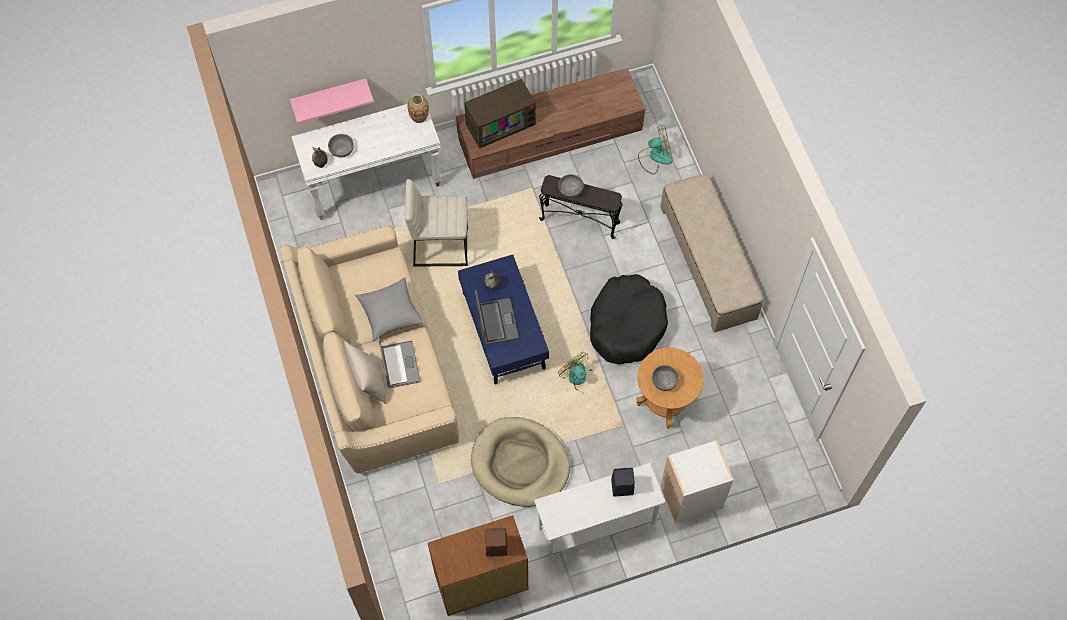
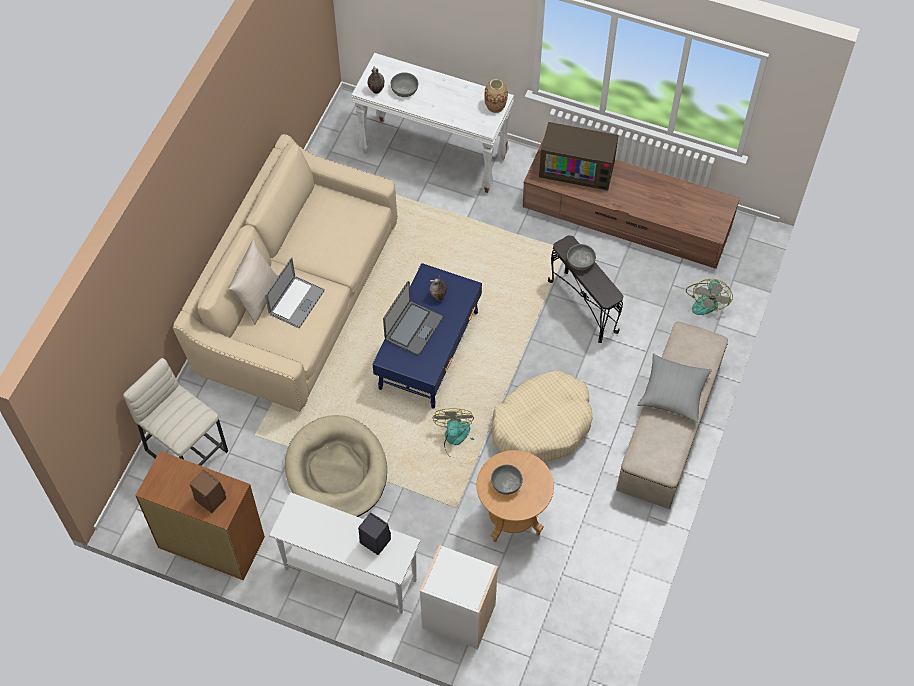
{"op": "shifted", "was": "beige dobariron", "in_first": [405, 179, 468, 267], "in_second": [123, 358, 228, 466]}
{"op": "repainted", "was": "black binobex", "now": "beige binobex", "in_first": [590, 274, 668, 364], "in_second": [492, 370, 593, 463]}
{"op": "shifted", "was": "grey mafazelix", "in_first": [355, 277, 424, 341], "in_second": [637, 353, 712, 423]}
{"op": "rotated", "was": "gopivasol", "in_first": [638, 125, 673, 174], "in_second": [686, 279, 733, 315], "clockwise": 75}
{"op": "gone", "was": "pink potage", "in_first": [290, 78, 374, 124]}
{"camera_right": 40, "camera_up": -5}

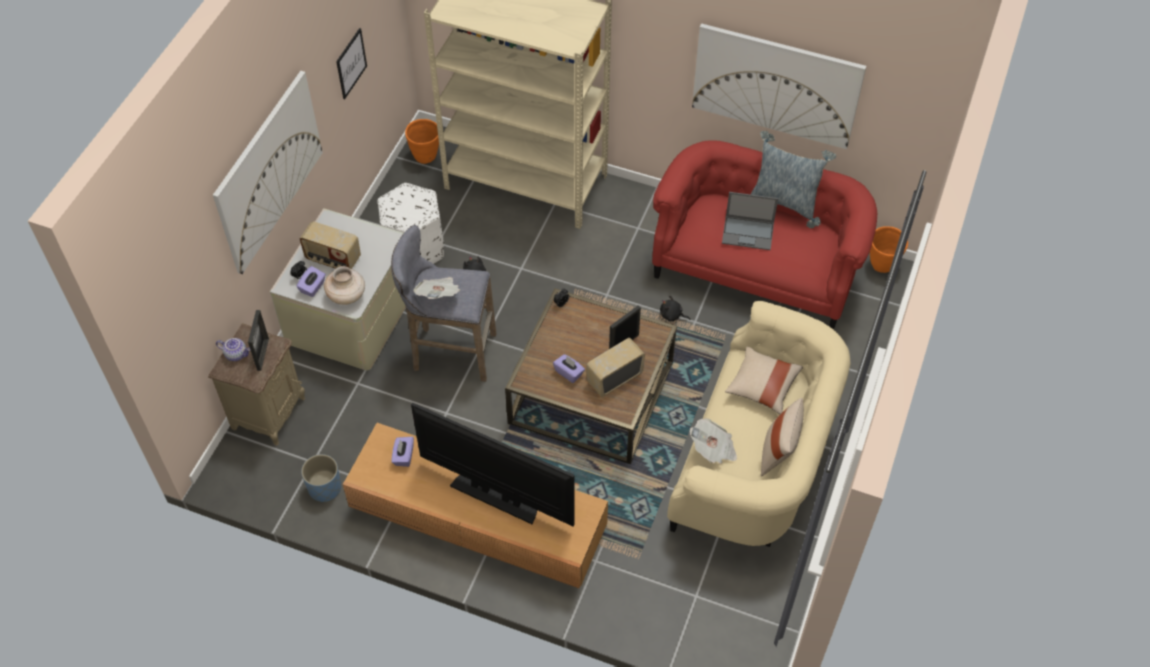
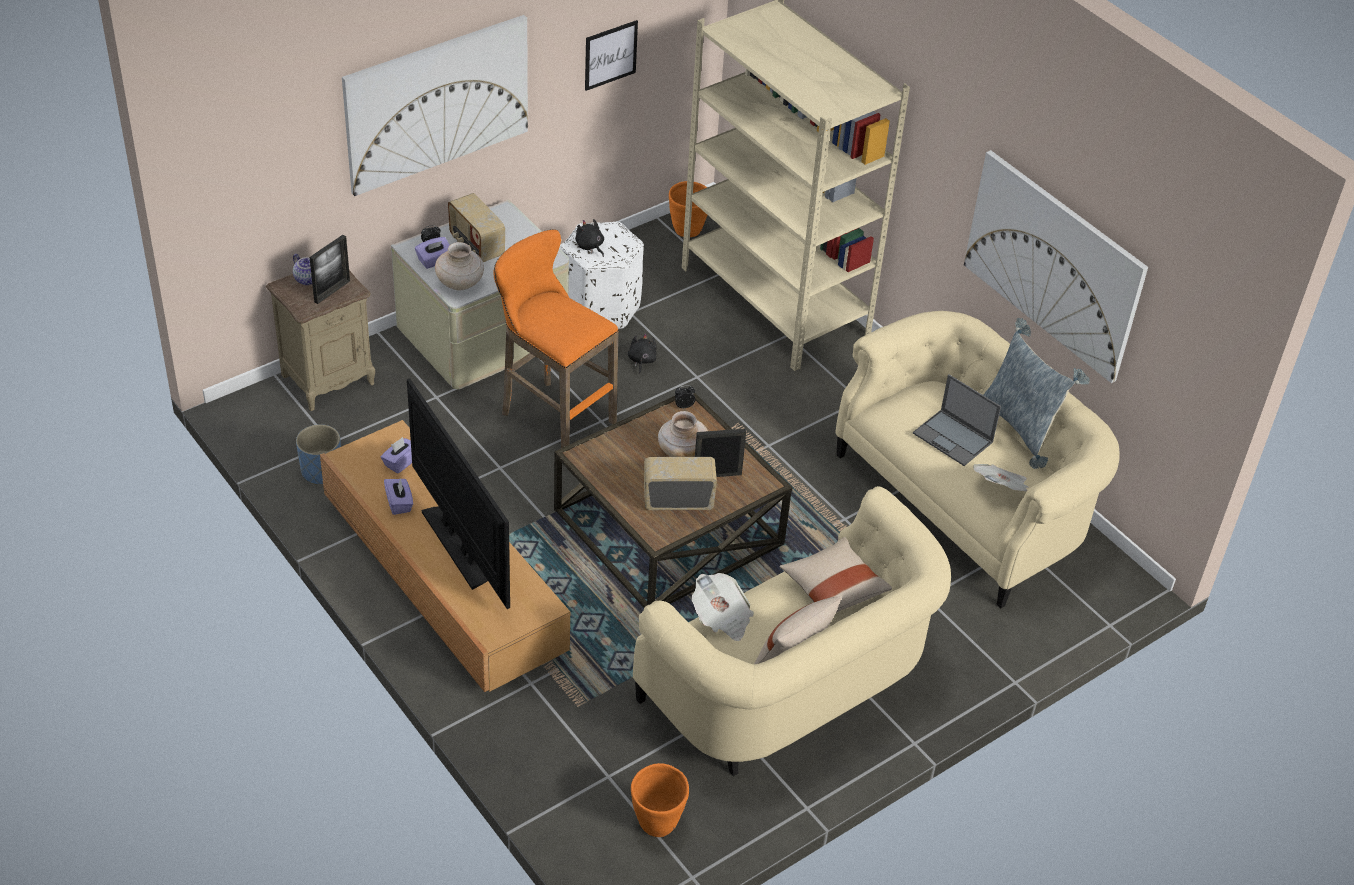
{"op": "shifted", "was": "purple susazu", "in_first": [553, 354, 585, 383], "in_second": [384, 479, 413, 515]}
{"op": "repainted", "was": "grey dobariron", "now": "orange dobariron", "in_first": [391, 225, 496, 382], "in_second": [493, 229, 619, 448]}
{"op": "shifted", "was": "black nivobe", "in_first": [660, 296, 690, 322], "in_second": [575, 219, 604, 257]}
{"op": "shifted", "was": "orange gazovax", "in_first": [870, 226, 908, 273], "in_second": [631, 763, 689, 837]}
{"op": "new", "now": "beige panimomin", "in_second": [658, 411, 708, 457]}
{"op": "repainted", "was": "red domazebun", "now": "beige domazebun", "in_first": [652, 141, 877, 330], "in_second": [835, 311, 1120, 608]}
{"op": "shifted", "was": "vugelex", "in_first": [413, 277, 460, 299], "in_second": [973, 464, 1028, 492]}
{"camera_right": 30, "camera_up": -10}

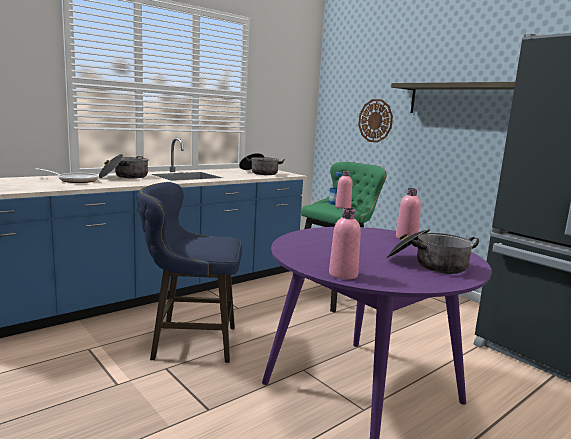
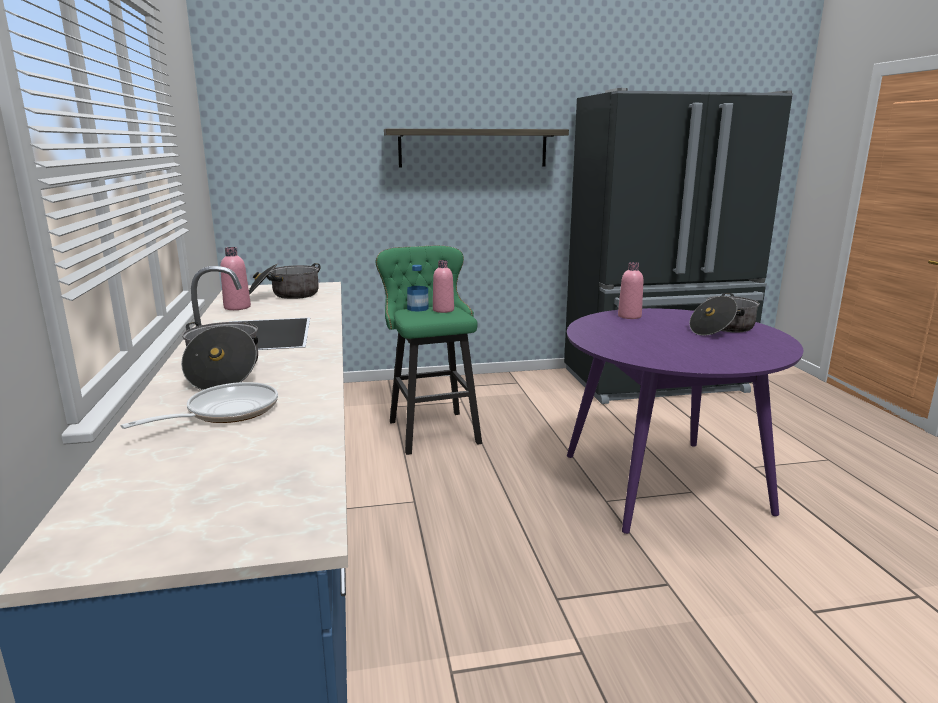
{"op": "shifted", "was": "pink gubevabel", "in_first": [329, 208, 361, 280], "in_second": [220, 247, 251, 310]}
{"op": "gone", "was": "blue dobariron", "in_first": [137, 182, 242, 363]}
{"op": "gone", "was": "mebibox", "in_first": [358, 99, 393, 143]}
{"camera_right": -60, "camera_up": 5}

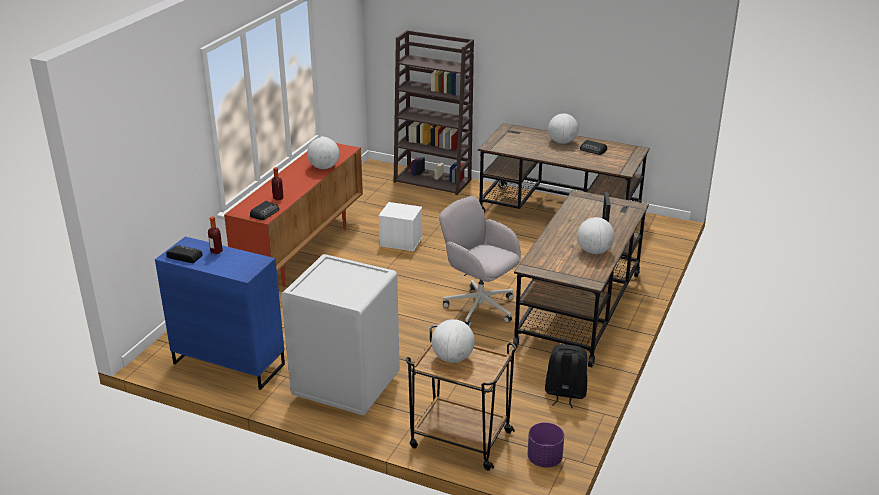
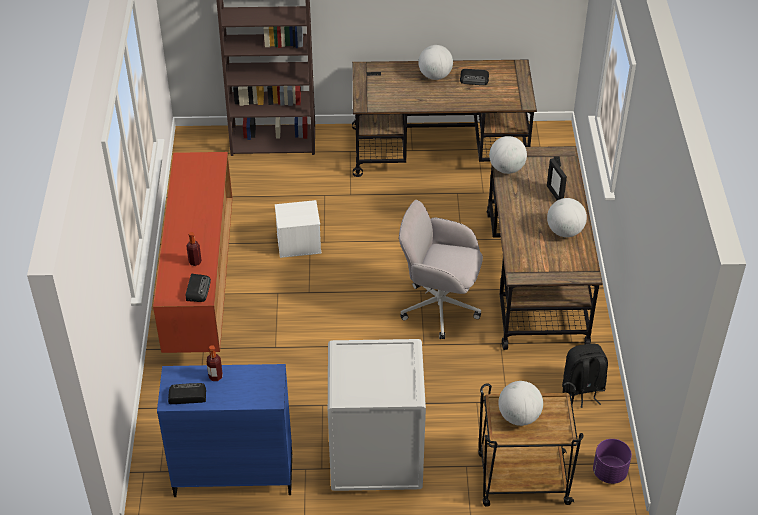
{"op": "shifted", "was": "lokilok", "in_first": [307, 137, 339, 169], "in_second": [489, 136, 527, 174]}
{"camera_right": -25, "camera_up": 15}

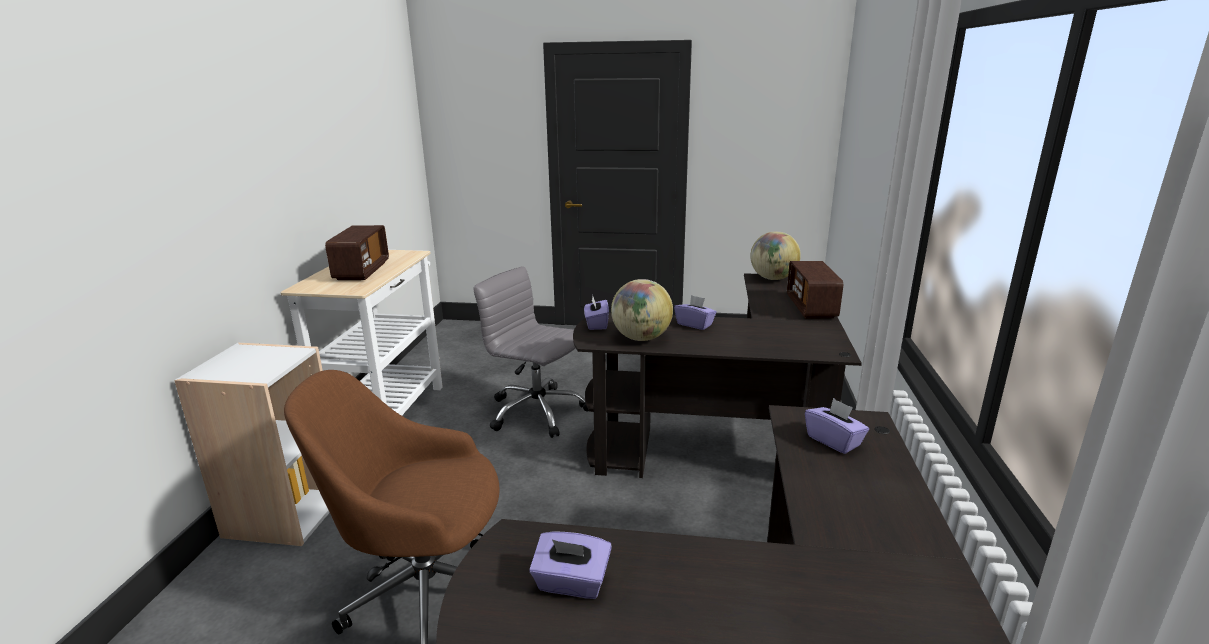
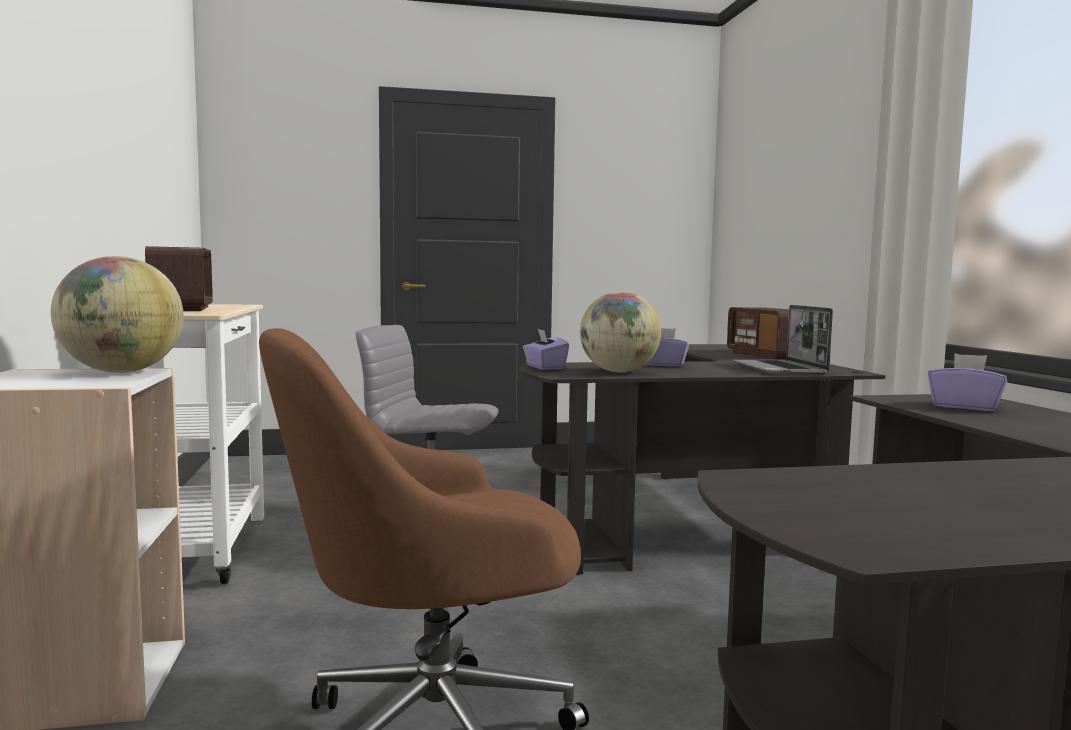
{"op": "shifted", "was": "lokilok", "in_first": [750, 231, 801, 280], "in_second": [51, 256, 184, 373]}
{"op": "new", "now": "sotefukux", "in_second": [733, 305, 833, 375]}
{"op": "gone", "was": "purple susazu", "in_first": [529, 531, 612, 599]}
{"camera_right": -20, "camera_up": -15}

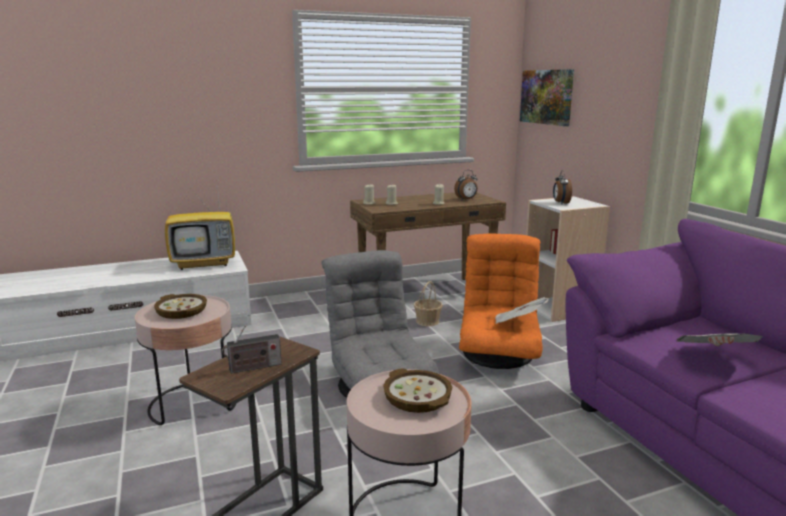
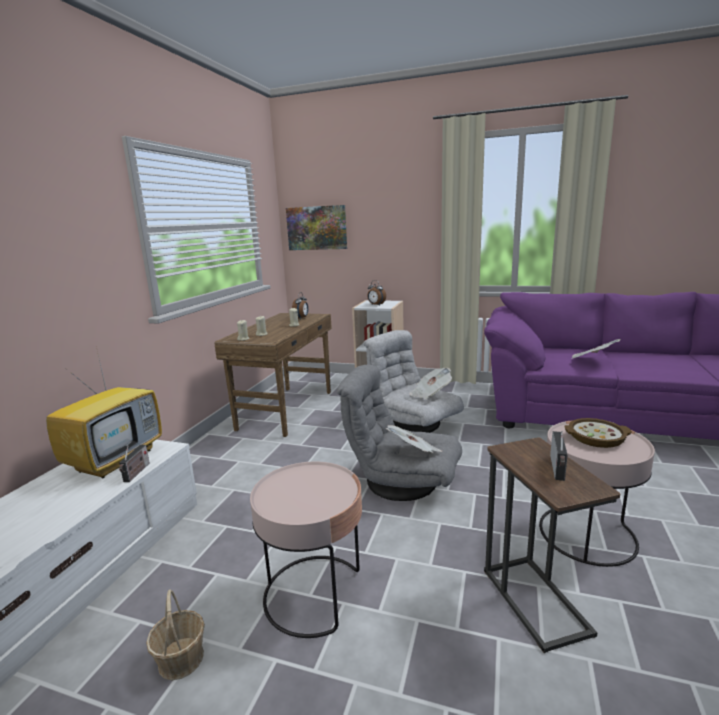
{"op": "new", "now": "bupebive", "in_second": [119, 445, 150, 482]}
{"op": "shifted", "was": "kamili", "in_first": [414, 281, 443, 326], "in_second": [146, 589, 205, 680]}
{"op": "repainted", "was": "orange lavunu", "now": "grey lavunu", "in_first": [459, 234, 543, 369], "in_second": [363, 330, 464, 433]}
{"op": "new", "now": "vugelex", "in_second": [385, 425, 442, 453]}
{"op": "gone", "was": "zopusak", "in_first": [154, 294, 207, 319]}
{"camera_right": -50, "camera_up": 0}

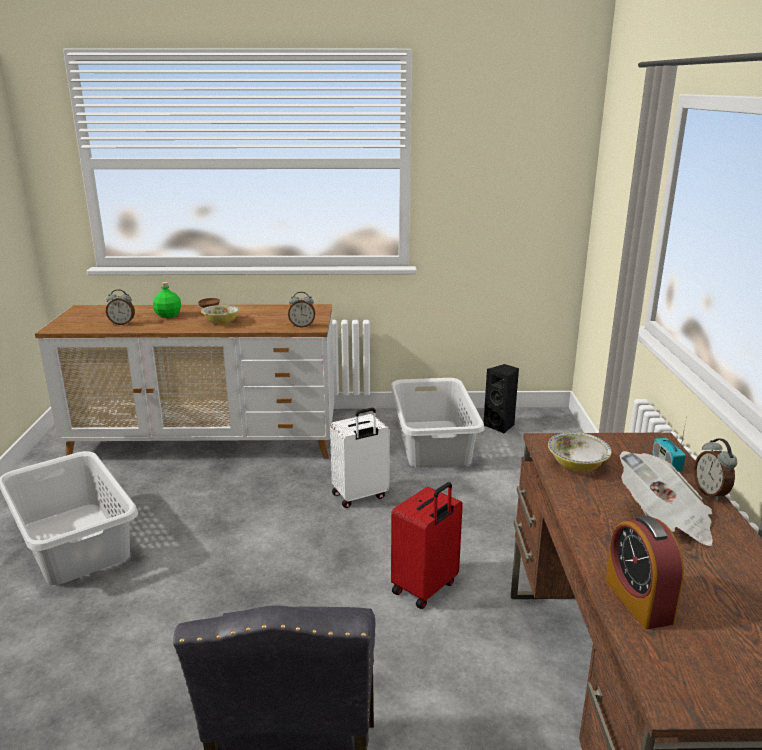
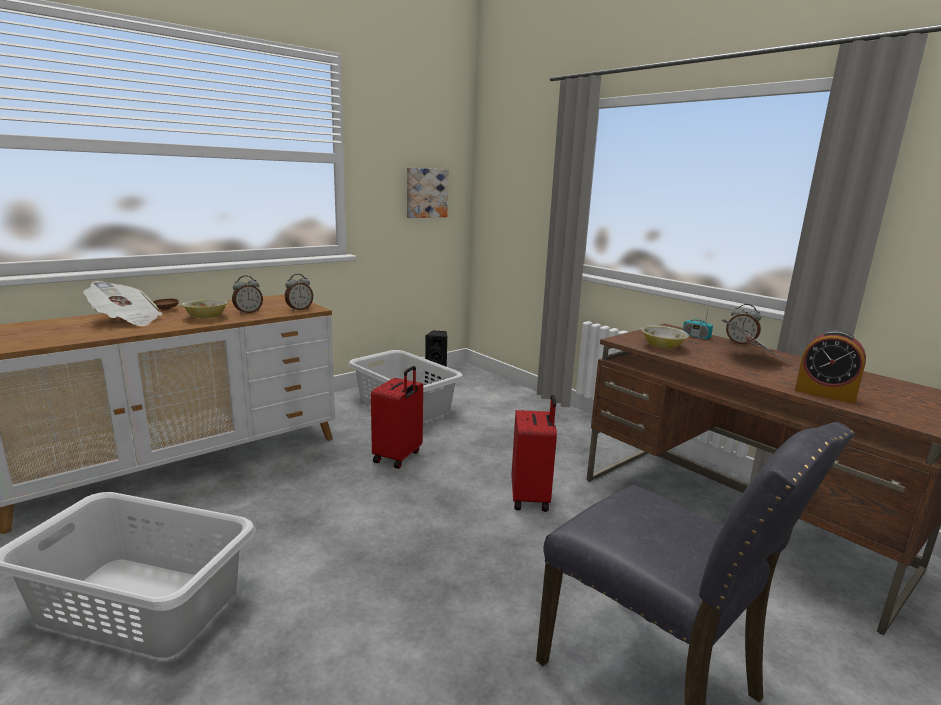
{"op": "swapped", "was": "green gubevabel", "now": "vugelex", "in_first": [153, 282, 181, 318], "in_second": [83, 281, 162, 326]}
{"op": "shifted", "was": "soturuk", "in_first": [106, 289, 135, 325], "in_second": [232, 275, 263, 314]}
{"op": "repainted", "was": "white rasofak", "now": "red rasofak", "in_first": [330, 408, 390, 508], "in_second": [371, 366, 423, 469]}
{"op": "new", "now": "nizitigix", "in_second": [407, 168, 449, 218]}
{"camera_right": -40, "camera_up": -5}

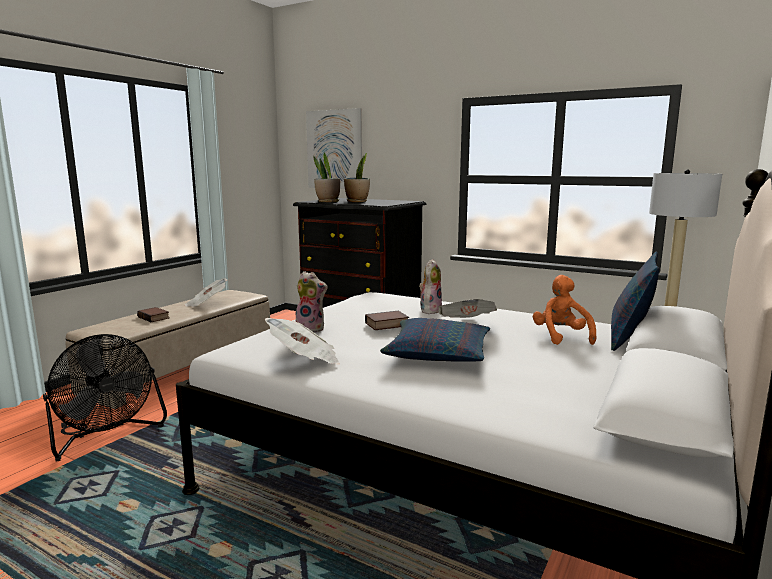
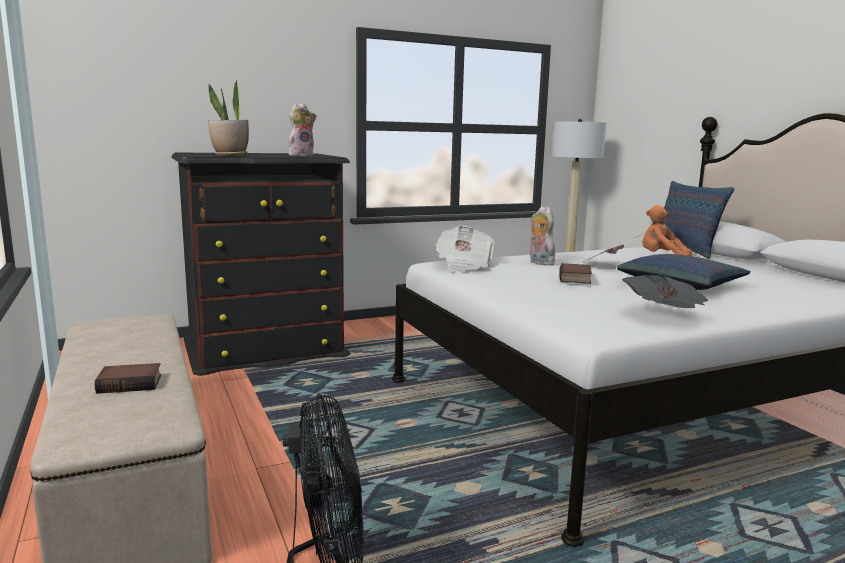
{"op": "shifted", "was": "nivobe", "in_first": [295, 271, 328, 333], "in_second": [289, 103, 317, 156]}
{"op": "shifted", "was": "vugelex", "in_first": [185, 279, 227, 307], "in_second": [435, 225, 495, 272]}
{"op": "gone", "was": "nizitigix", "in_first": [306, 108, 362, 189]}
{"op": "gone", "was": "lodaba", "in_first": [344, 153, 370, 202]}
{"camera_right": -55, "camera_up": 0}

